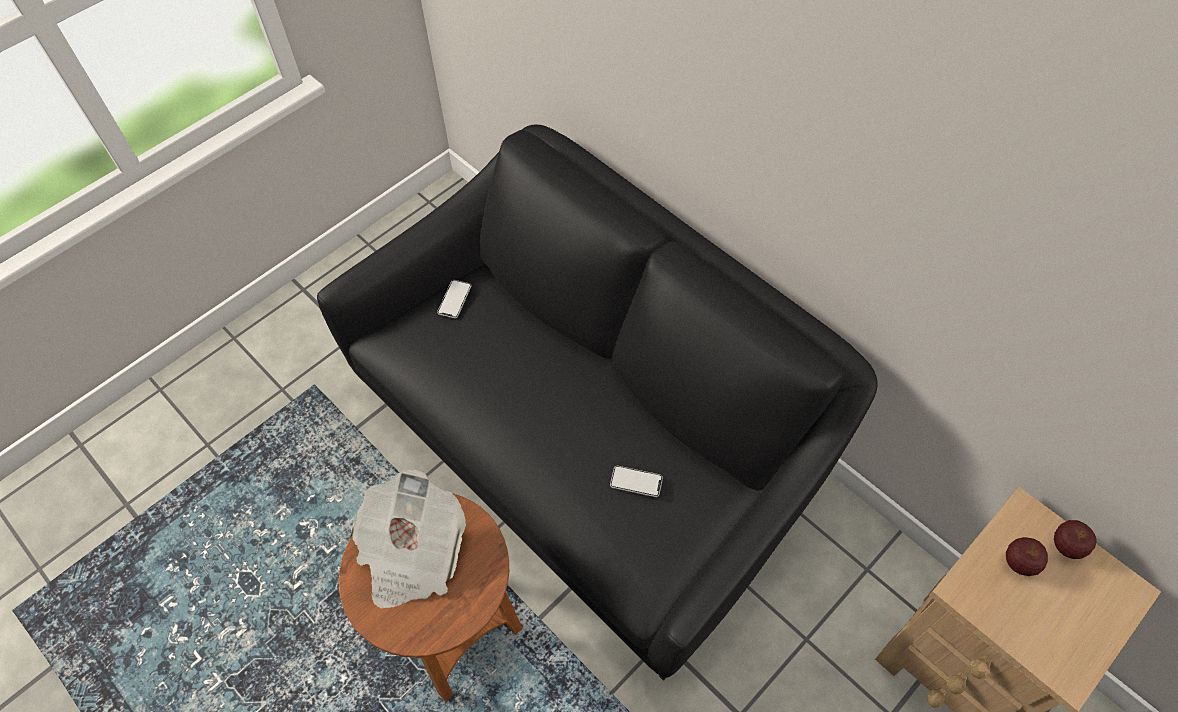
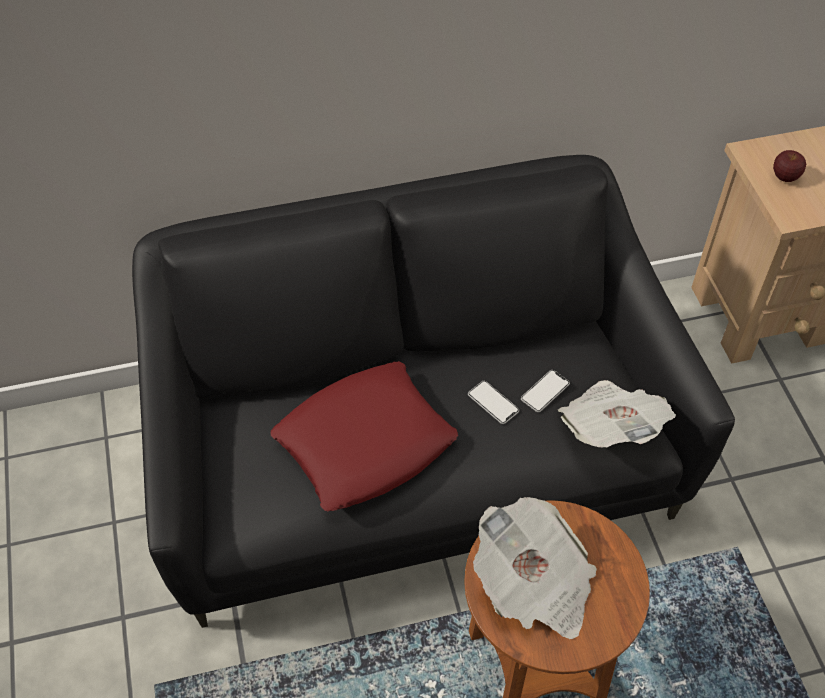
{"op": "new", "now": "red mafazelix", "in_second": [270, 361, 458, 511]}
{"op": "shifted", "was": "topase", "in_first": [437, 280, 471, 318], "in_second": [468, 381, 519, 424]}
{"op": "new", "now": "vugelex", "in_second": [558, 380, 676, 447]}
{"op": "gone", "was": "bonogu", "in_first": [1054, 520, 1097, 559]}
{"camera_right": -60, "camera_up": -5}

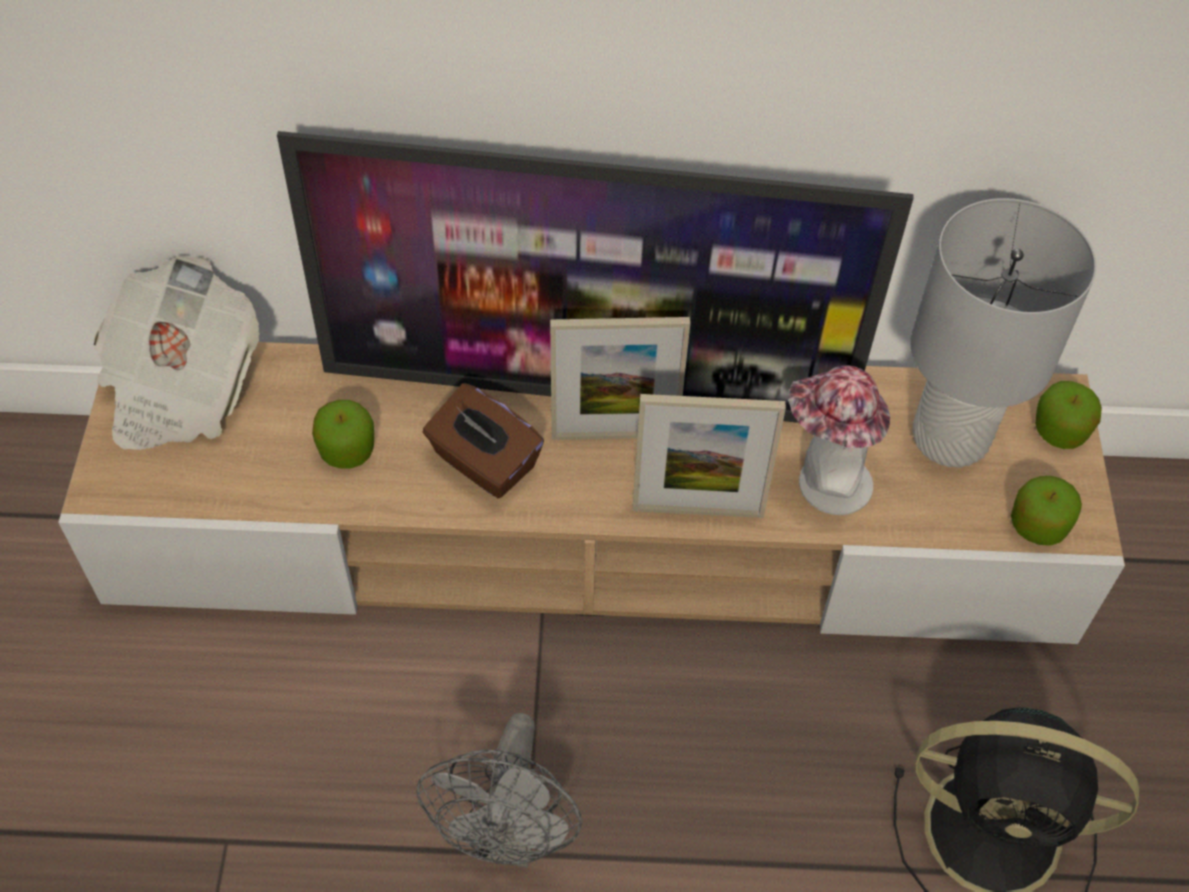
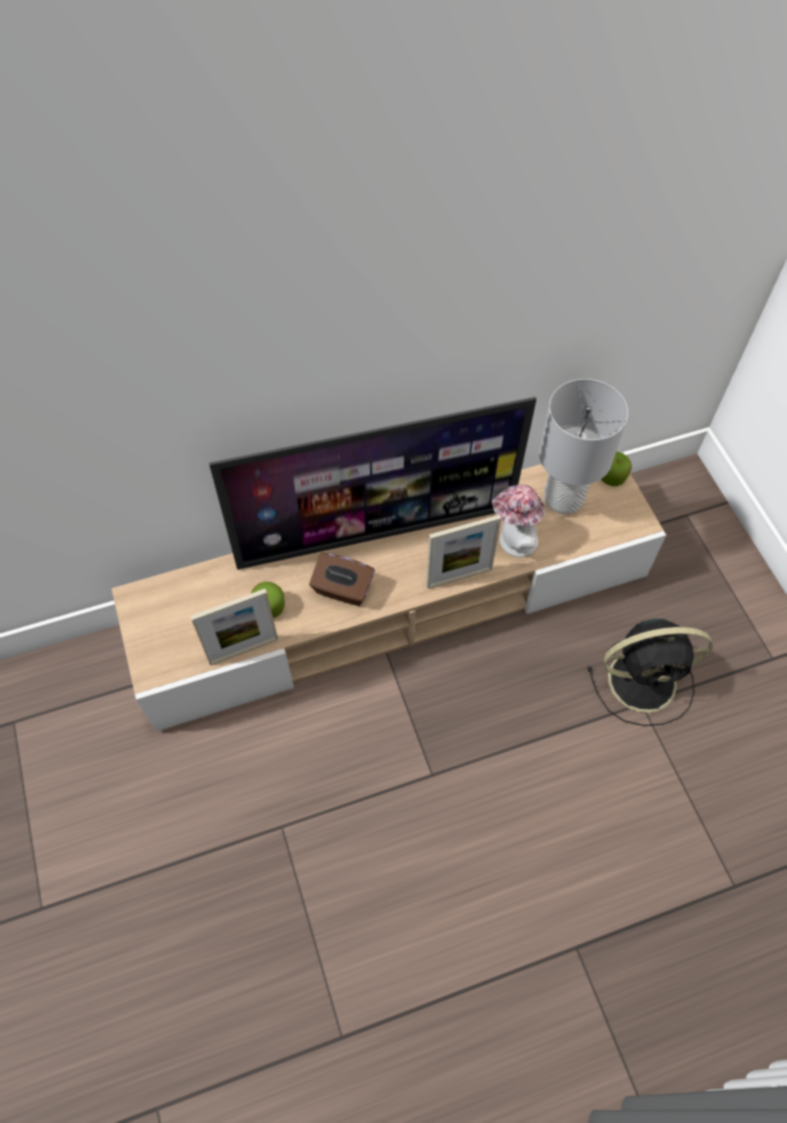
{"op": "shifted", "was": "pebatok", "in_first": [550, 317, 690, 440], "in_second": [190, 589, 278, 665]}
{"op": "gone", "was": "vugelex", "in_first": [94, 255, 260, 450]}
{"op": "gone", "was": "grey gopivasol", "in_first": [416, 713, 582, 868]}
{"op": "gone", "was": "bonogu", "in_first": [1011, 476, 1082, 546]}
{"camera_right": -20, "camera_up": 5}

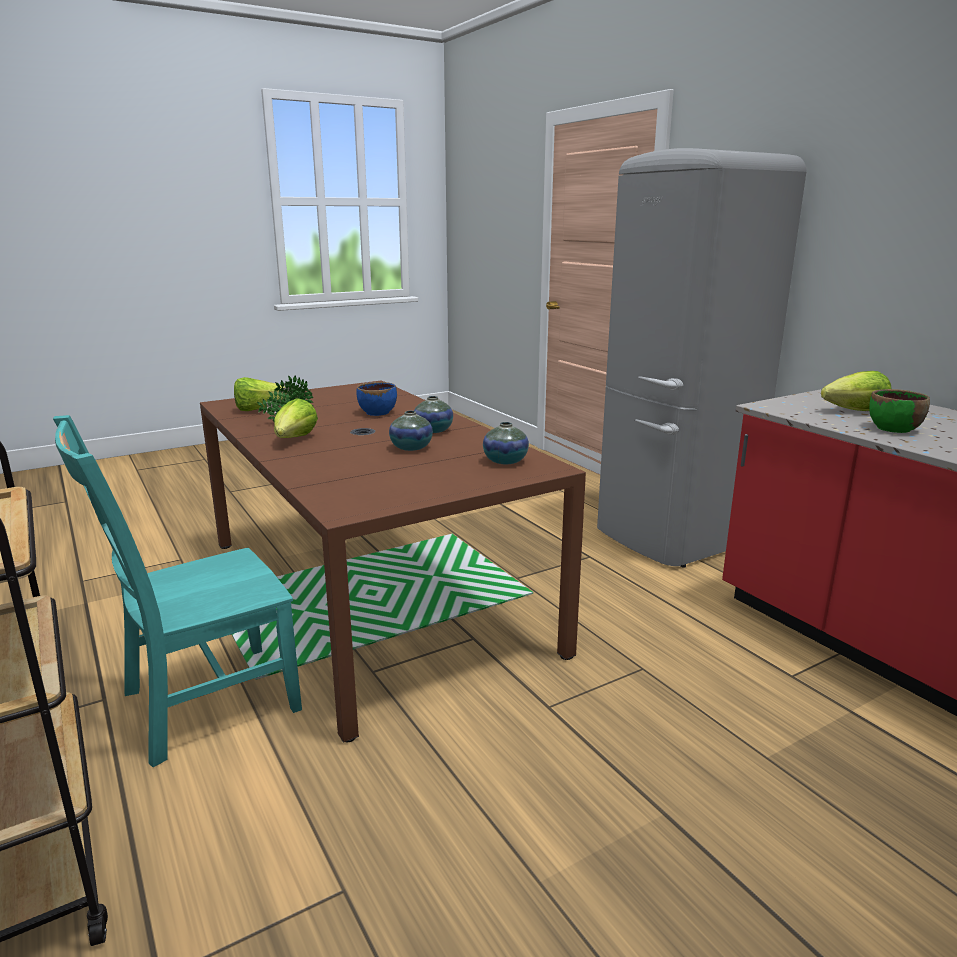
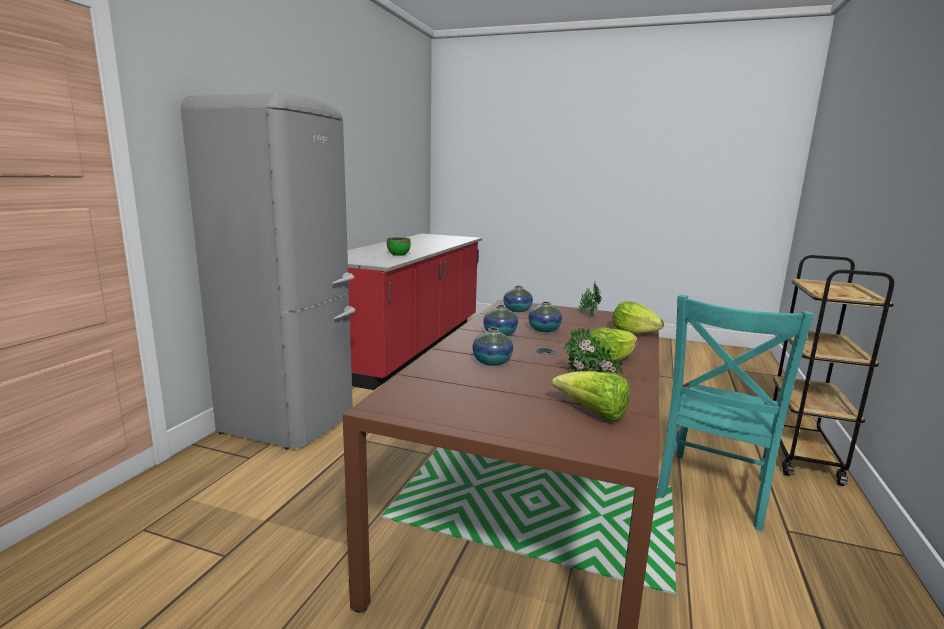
{"op": "swapped", "was": "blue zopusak", "now": "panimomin", "in_first": [356, 382, 397, 416], "in_second": [472, 328, 513, 366]}
{"op": "new", "now": "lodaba", "in_second": [578, 281, 602, 318]}
{"op": "shifted", "was": "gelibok", "in_first": [821, 371, 891, 411], "in_second": [613, 301, 664, 334]}
{"op": "rotated", "was": "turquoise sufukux", "in_first": [53, 415, 302, 767], "in_second": [657, 295, 814, 531], "clockwise": 105}
{"camera_right": -130, "camera_up": -5}

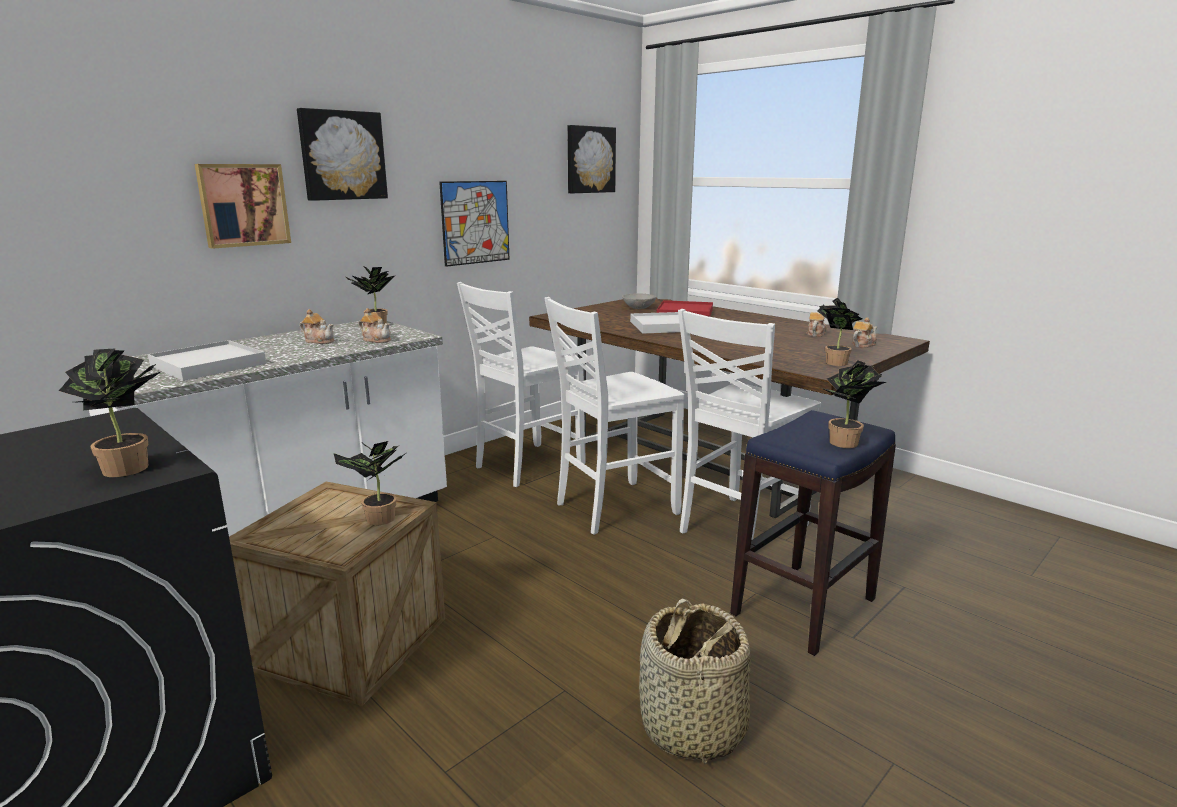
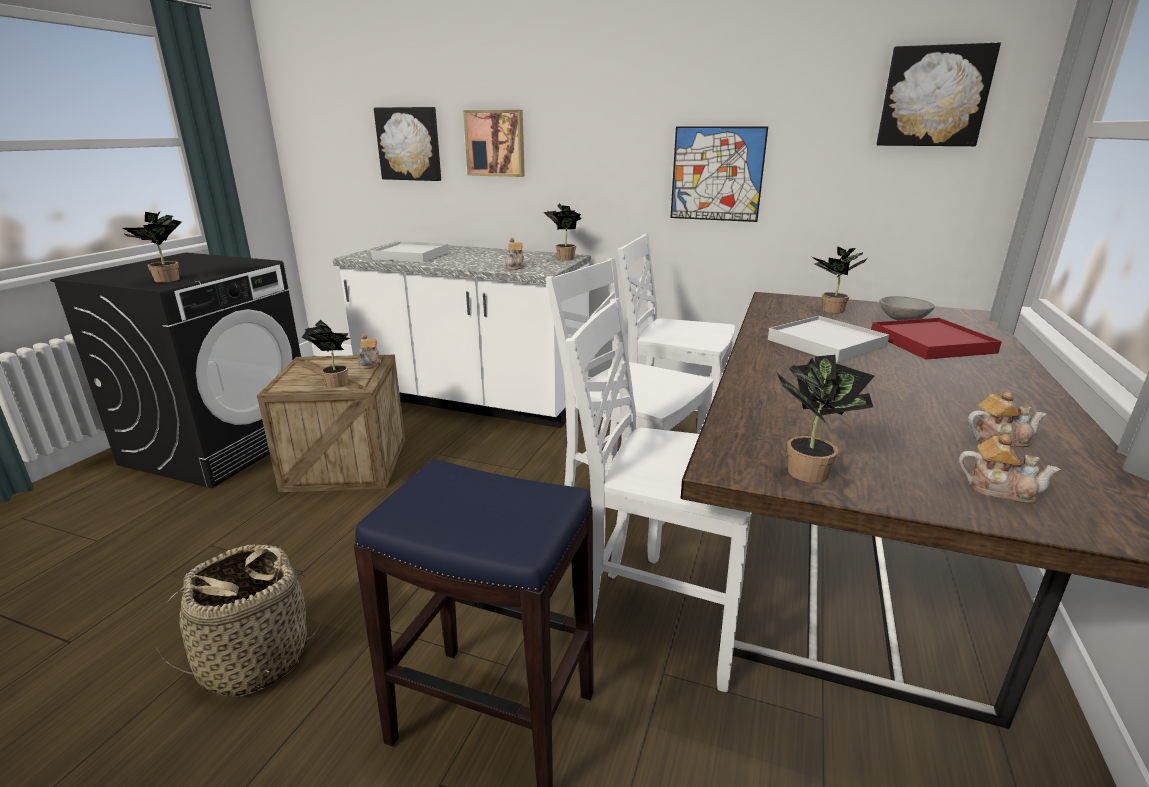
{"op": "shifted", "was": "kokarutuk", "in_first": [300, 309, 334, 344], "in_second": [358, 334, 381, 369]}
{"op": "shifted", "was": "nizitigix", "in_first": [297, 108, 388, 201], "in_second": [374, 107, 441, 181]}
{"op": "shifted", "was": "lodaba", "in_first": [820, 360, 886, 448], "in_second": [812, 246, 867, 313]}
{"camera_right": 65, "camera_up": 5}

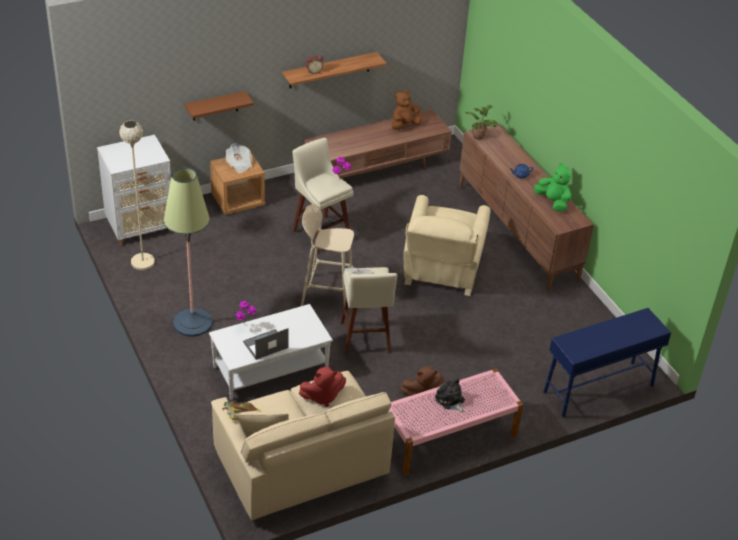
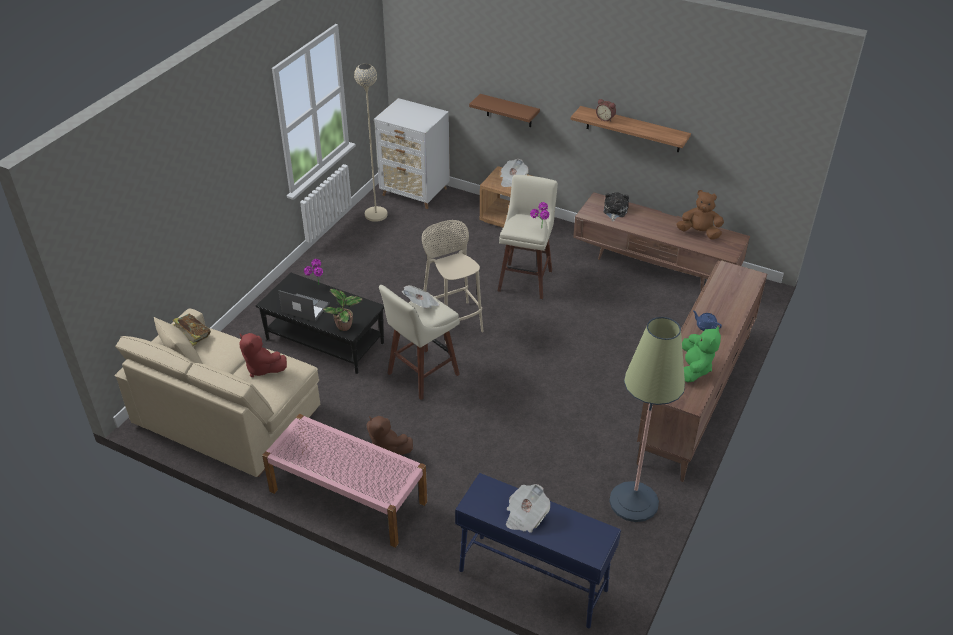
{"op": "repainted", "was": "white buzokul", "now": "black buzokul", "in_first": [209, 304, 333, 400], "in_second": [256, 273, 384, 374]}
{"op": "shifted", "was": "lodaba", "in_first": [466, 105, 498, 140], "in_second": [323, 288, 362, 331]}
{"op": "new", "now": "vugelex", "in_second": [506, 484, 550, 533]}
{"op": "shifted", "was": "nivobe", "in_first": [435, 378, 465, 412], "in_second": [604, 192, 629, 222]}
{"op": "shifted", "was": "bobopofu", "in_first": [164, 168, 212, 337], "in_second": [609, 317, 685, 522]}
{"op": "gone", "was": "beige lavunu", "in_first": [403, 195, 490, 296]}
{"camera_right": 55, "camera_up": 0}

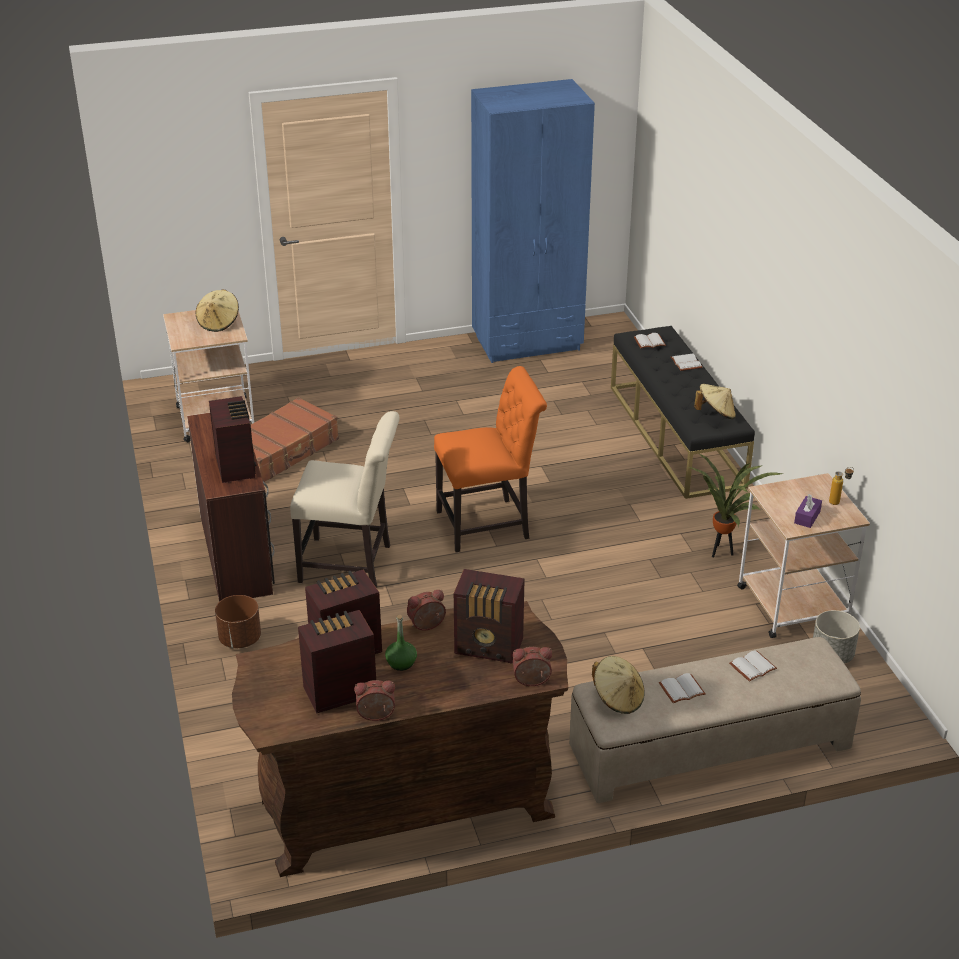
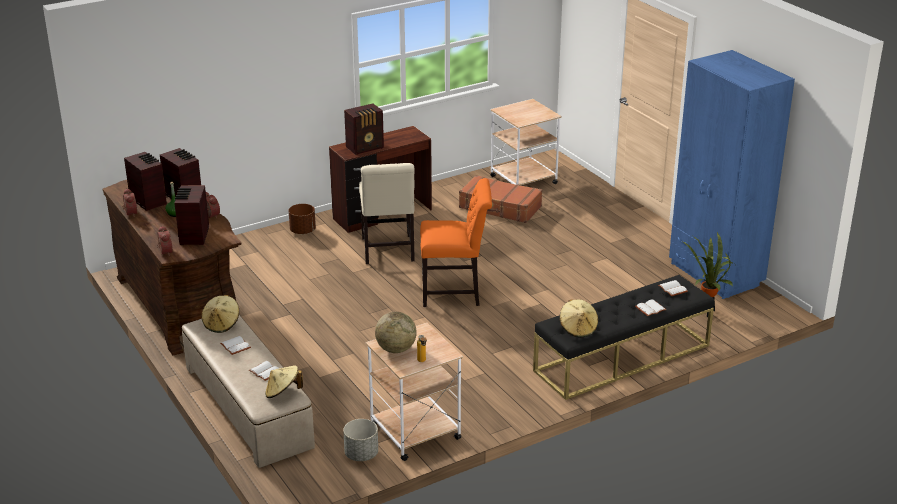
{"op": "shifted", "was": "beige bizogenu", "in_first": [196, 289, 239, 332], "in_second": [265, 365, 303, 398]}
{"op": "swapped", "was": "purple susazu", "now": "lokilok", "in_first": [794, 494, 822, 528], "in_second": [375, 311, 417, 353]}
{"op": "rotated", "was": "orange sufukux", "in_first": [434, 366, 547, 553], "in_second": [420, 178, 492, 307], "clockwise": -60}
{"op": "shifted", "was": "lodaba", "in_first": [688, 454, 782, 557], "in_second": [681, 232, 734, 317]}
{"camera_right": 75, "camera_up": -5}

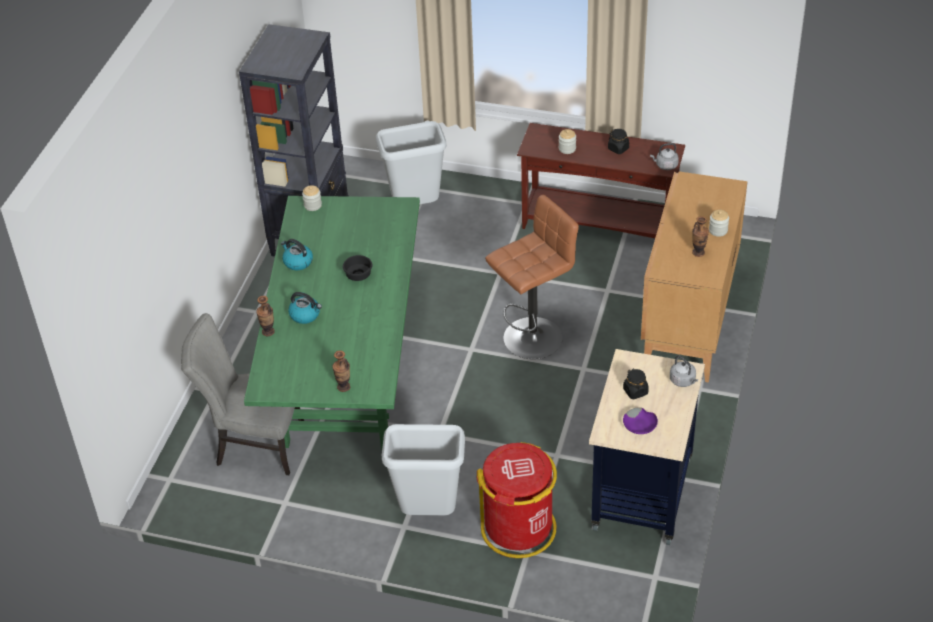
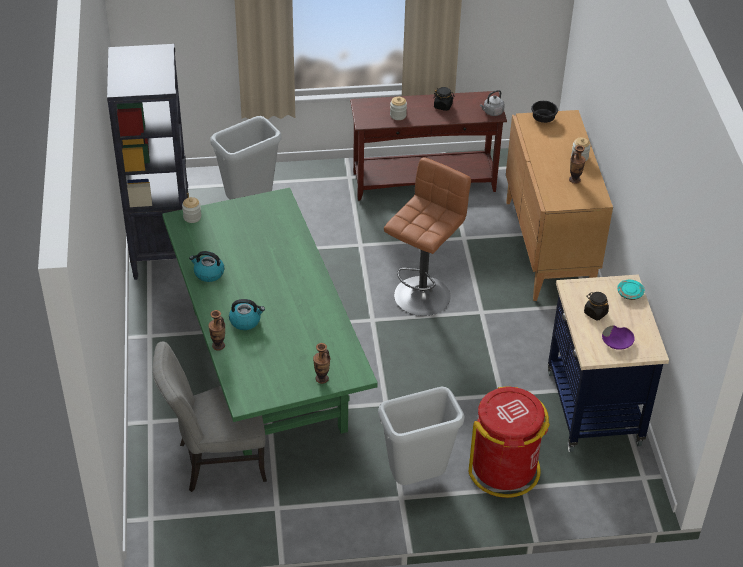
{"op": "shifted", "was": "black zopusak", "in_first": [343, 255, 372, 281], "in_second": [531, 101, 558, 123]}
{"op": "swapped", "was": "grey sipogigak", "now": "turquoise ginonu", "in_first": [670, 356, 698, 387], "in_second": [617, 280, 645, 300]}
{"camera_right": -25, "camera_up": 0}

